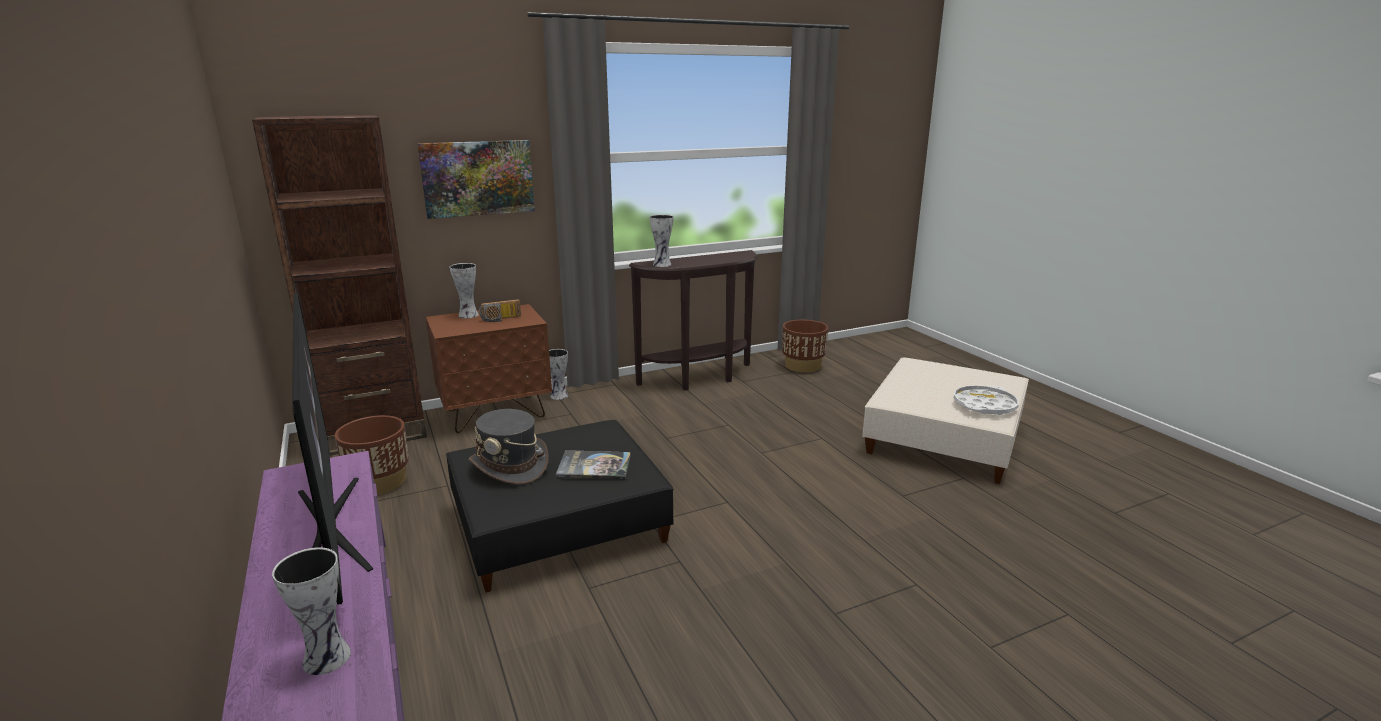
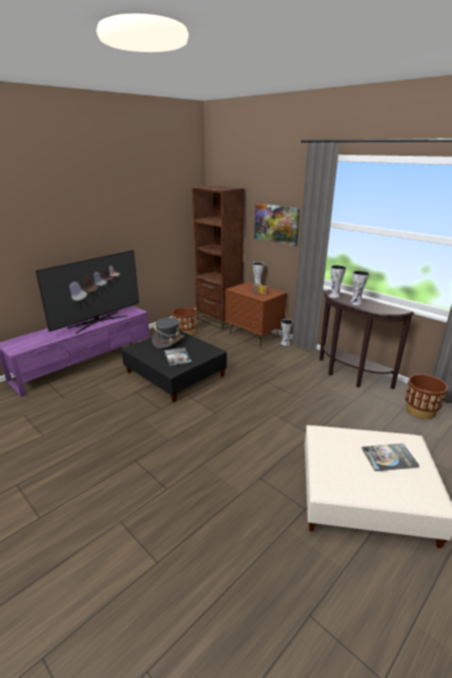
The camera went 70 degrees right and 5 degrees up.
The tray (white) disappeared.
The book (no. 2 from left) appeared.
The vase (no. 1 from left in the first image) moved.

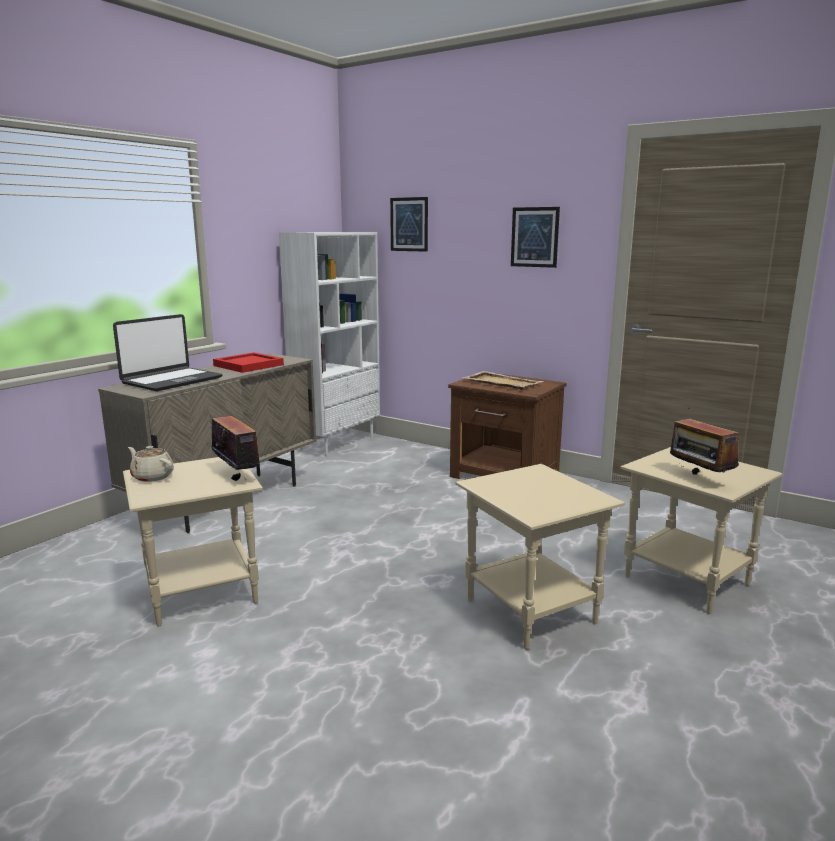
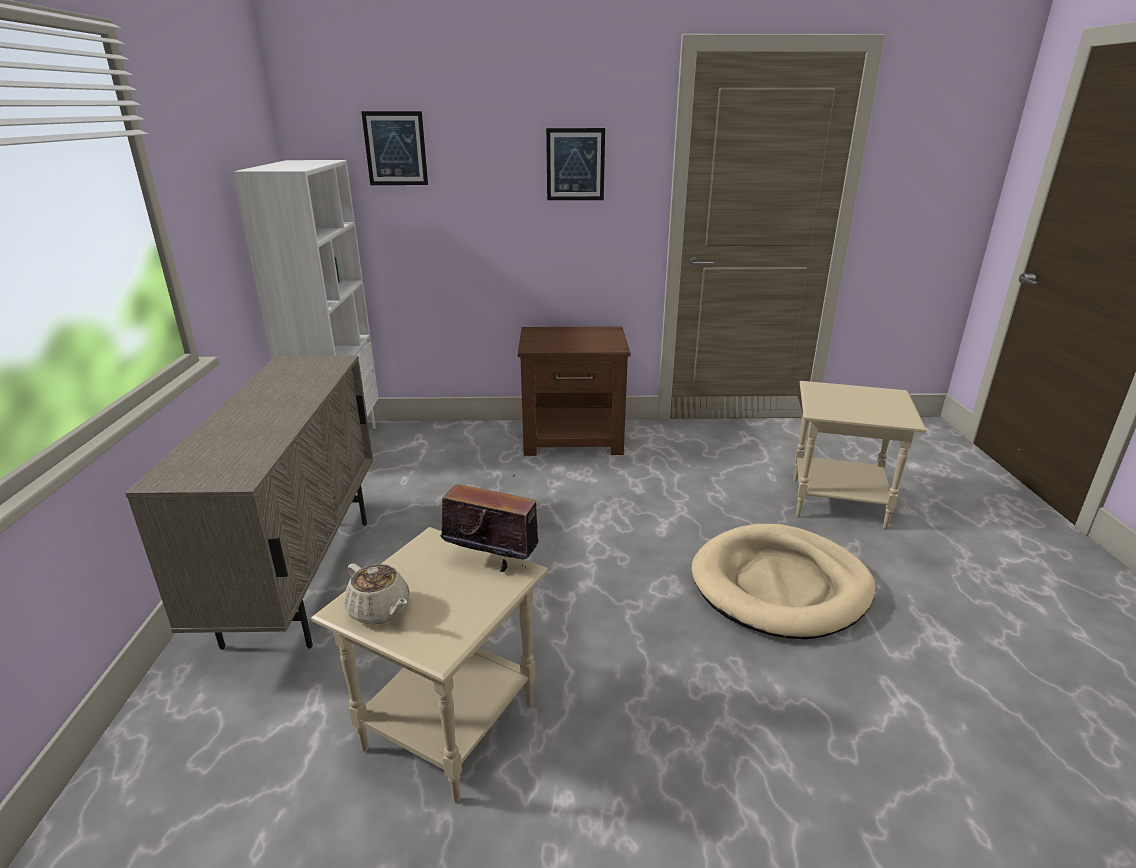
The camera went 35 degrees left and 10 degrees up.
The laptop disappeared.
The tray (red) disappeared.
The tray (beige) disappeared.
The radio (no. 2 from left) disappeared.
The side table (beige) (no. 2 from left) was replaced by the dog bed (beige).
The teapot (beige) turned 135 degrees counterclockwise.

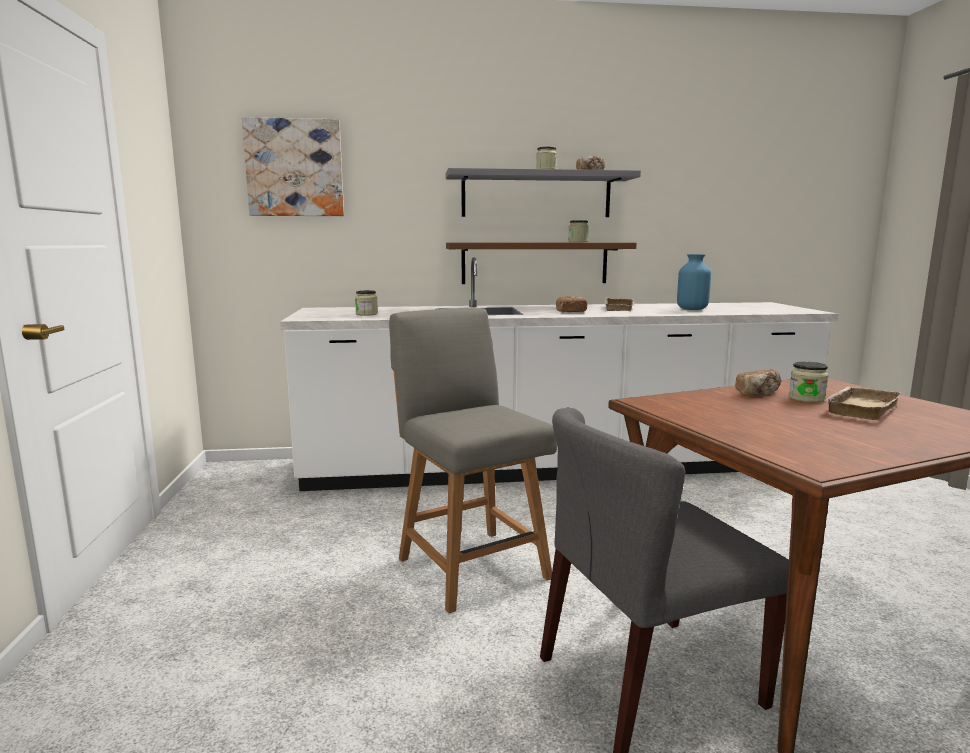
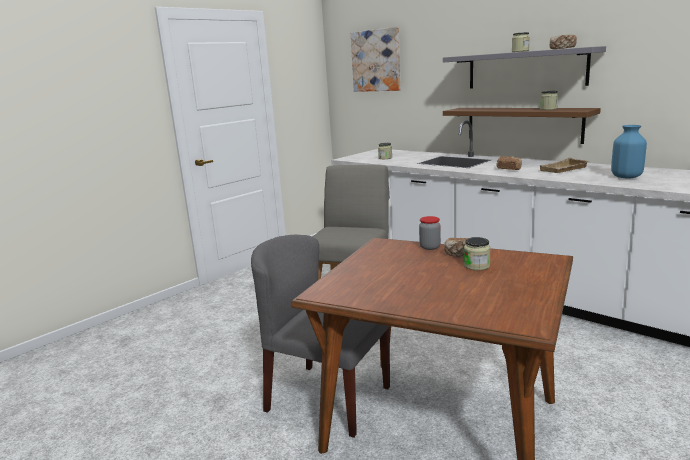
The camera went 50 degrees right and 5 degrees up.
The tray (beige) (no. 2 from left) disappeared.
The jar (no. 2 from left) appeared.

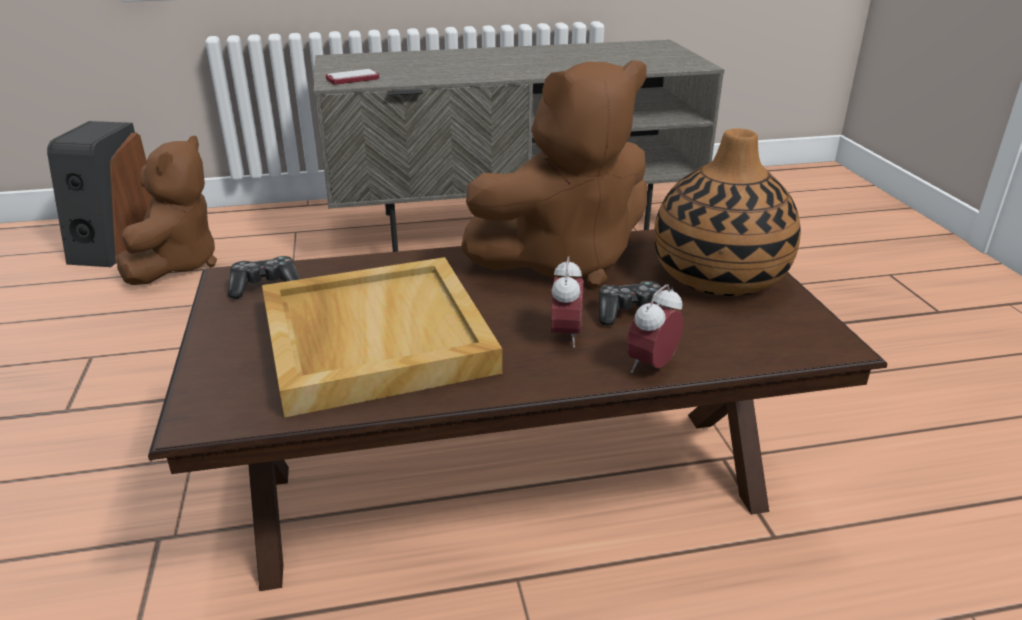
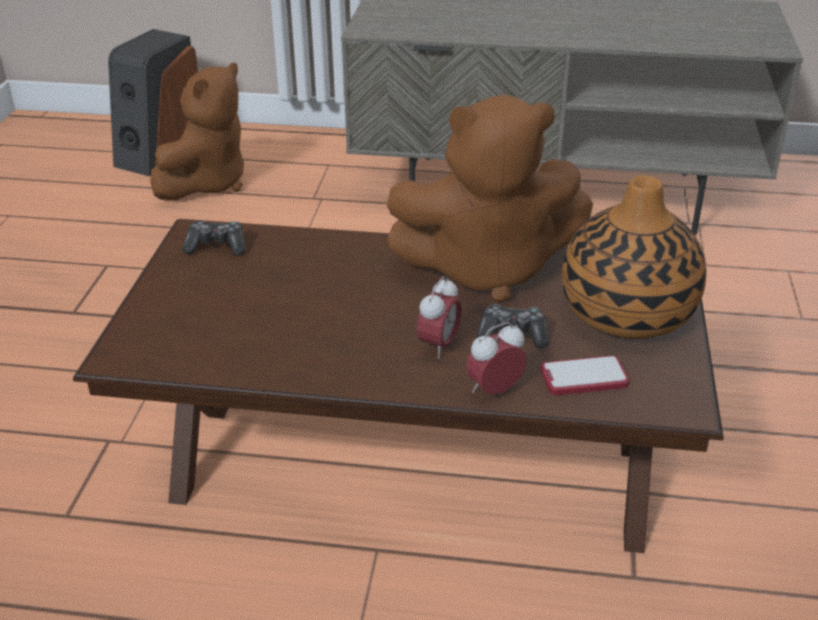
The camera went 20 degrees right and 5 degrees up.
The tray (beige) disappeared.
The phone moved.

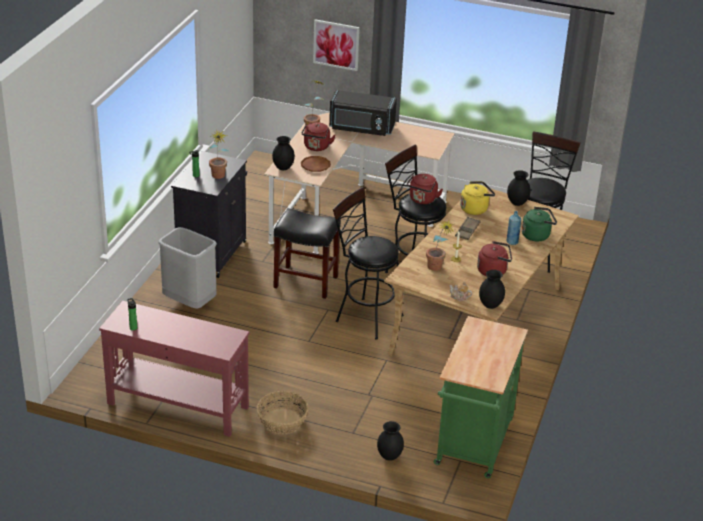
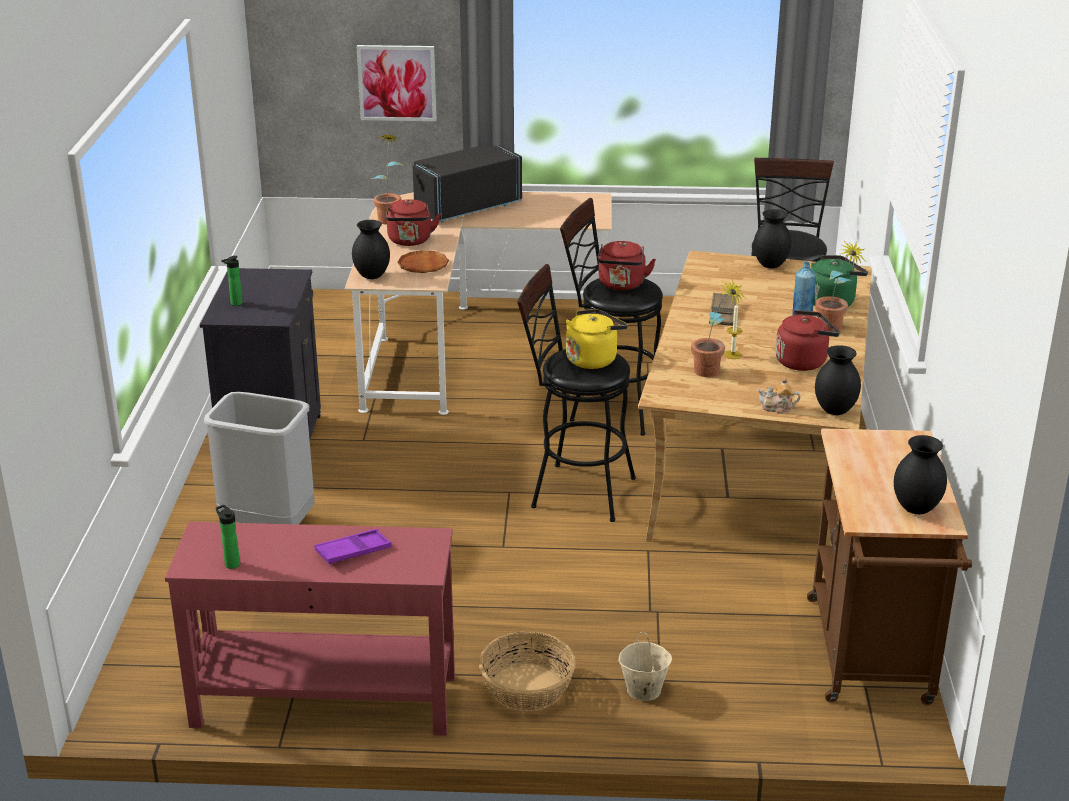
The camera went 15 degrees left and 5 degrees down.
The stool (black) (no. 1 from left) disappeared.
The tray (purple) appeared.
The bucket (beige) appeared.
The potted plant (no. 1 from left in the first image) moved.
The vase (black) (no. 2 from left in the first image) moved.
The kettle (yellow) moved.
The cart (green) became the cart (brown).
The microwave (black) turned 150 degrees clockwise.

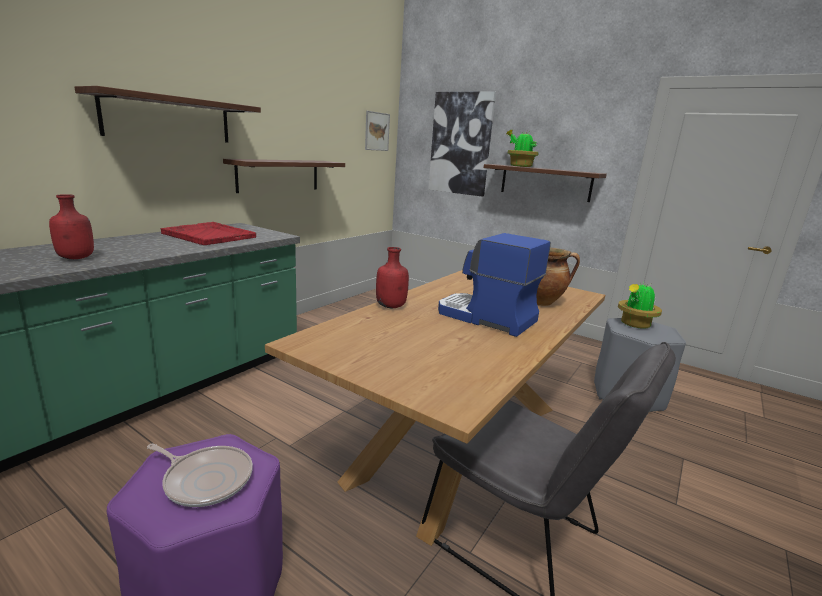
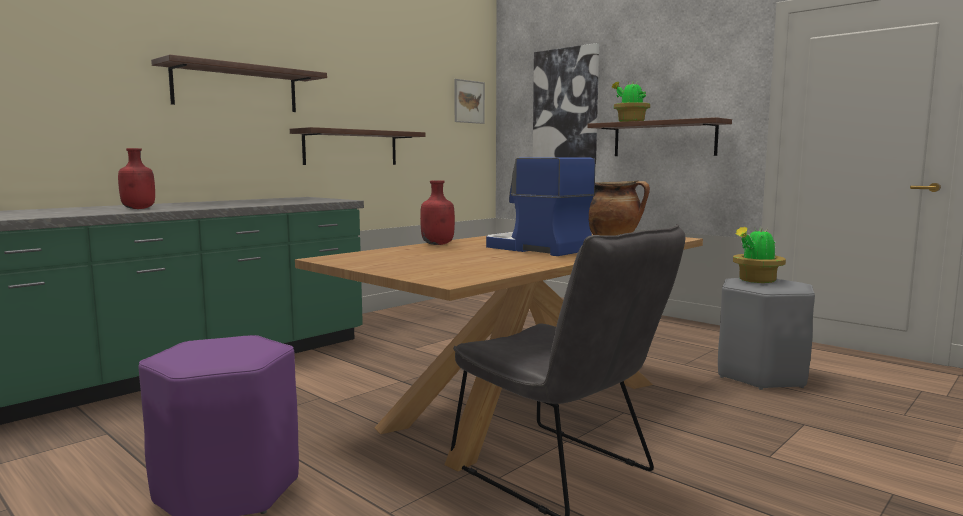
The camera went 10 degrees right and 10 degrees down.
The frying pan disappeared.
The tray (red) disappeared.

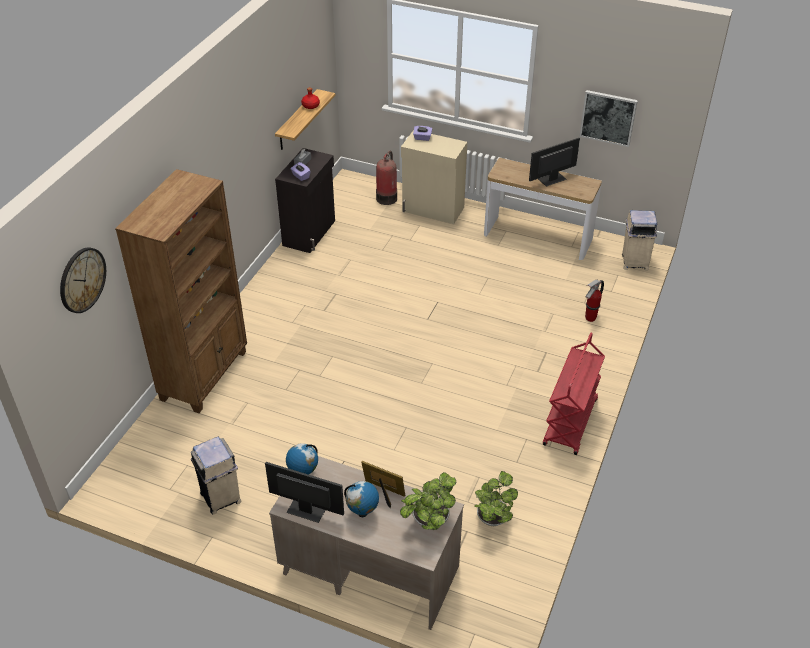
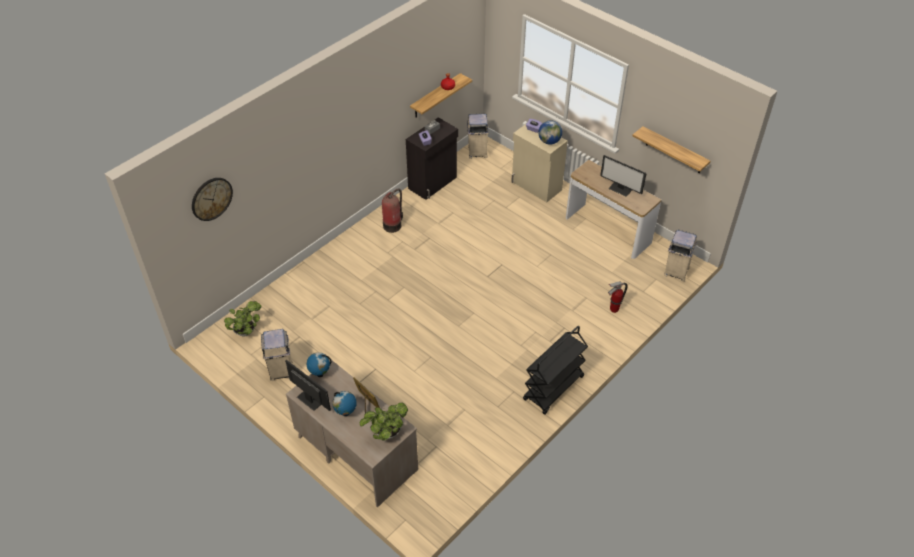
The camera went 20 degrees right and 5 degrees up.
The bookcase (brown) disappeared.
The trash can (beige) (no. 2 from left) appeared.
The globe (no. 3 from left) appeared.
The fire extinguisher (no. 1 from left) moved.
The potted plant (no. 2 from left in the first image) moved.
The picture was replaced by the shelf (no. 2 from left).
The cart (red) became the cart (black).
The monitor (no. 2 from left) turned 135 degrees counterclockwise.

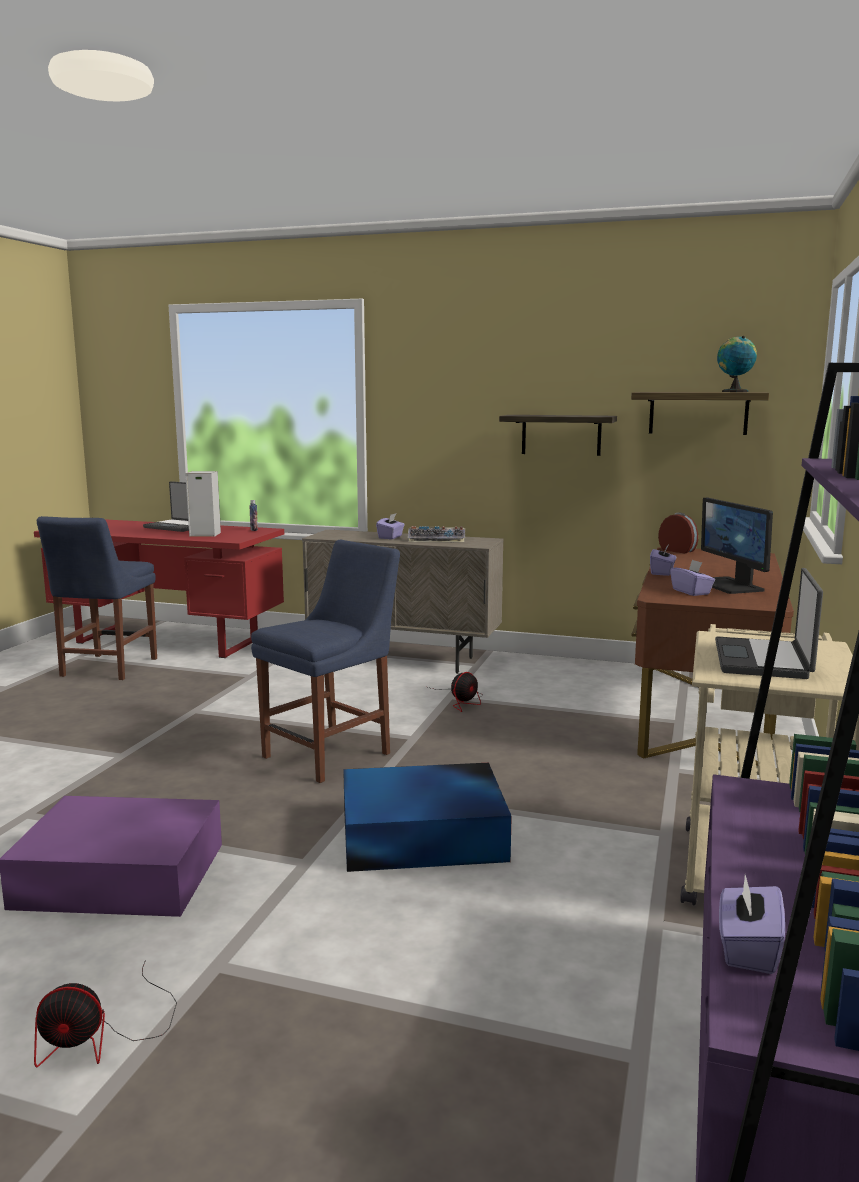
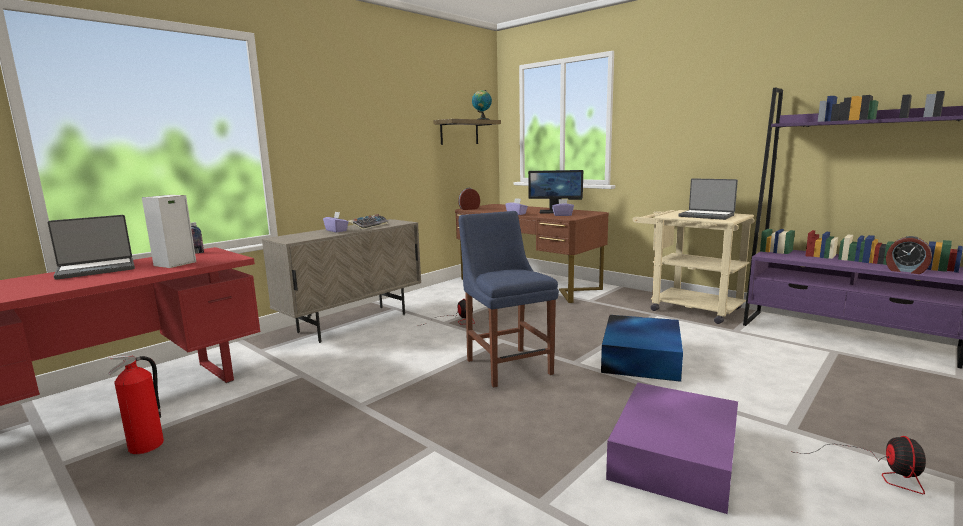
The camera went 65 degrees left and 0 degrees up.
The shelf (no. 1 from left) disappeared.
The chair (blue) (no. 1 from left) was replaced by the fire extinguisher.
The tissue box (purple) (no. 4 from left) was replaced by the alarm clock (no. 2 from left).

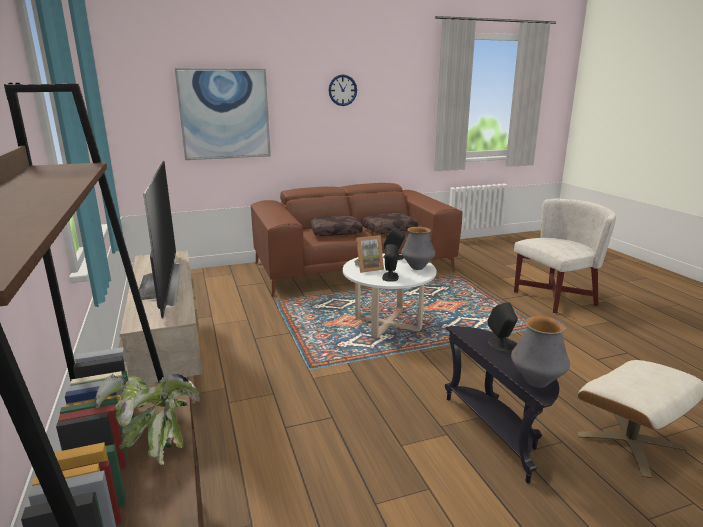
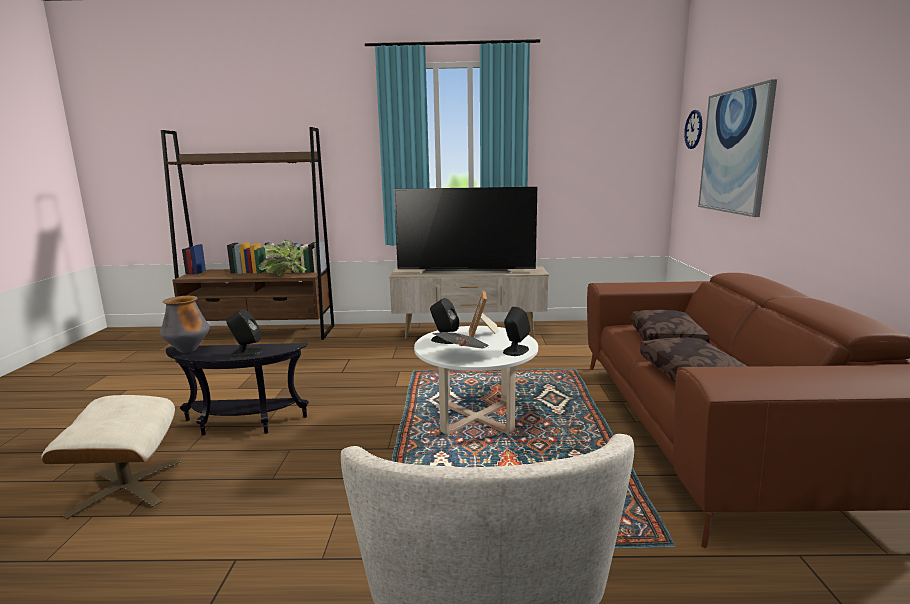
The camera went 110 degrees right and 5 degrees down.
The wall clock moved.
The vase (no. 1 from left) was replaced by the newspaper.

